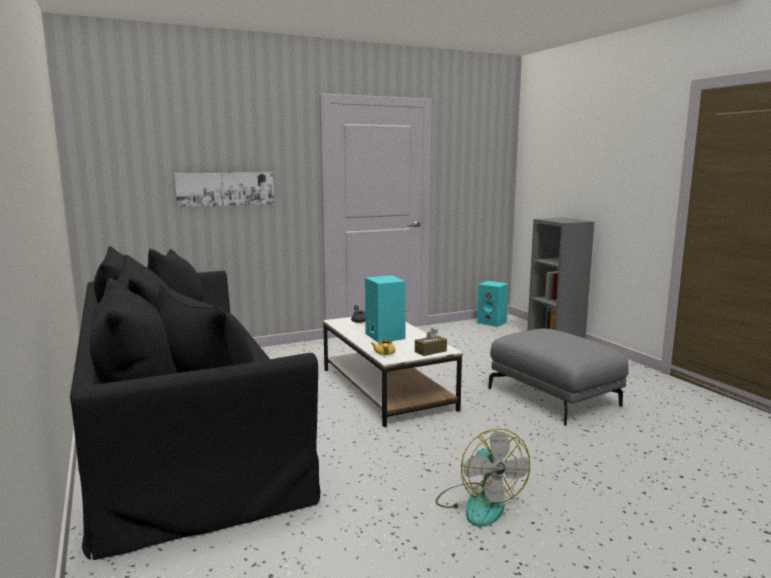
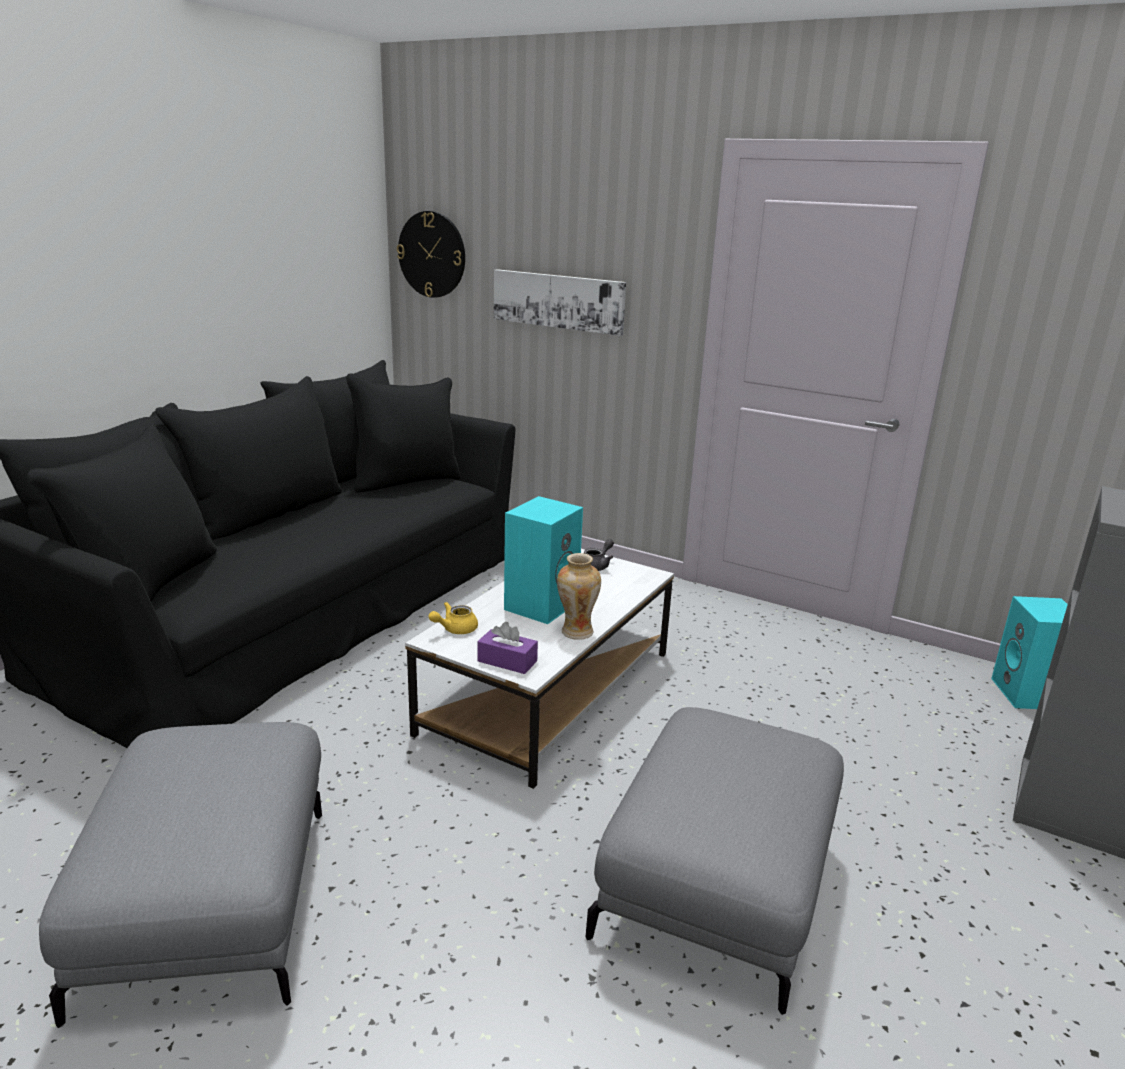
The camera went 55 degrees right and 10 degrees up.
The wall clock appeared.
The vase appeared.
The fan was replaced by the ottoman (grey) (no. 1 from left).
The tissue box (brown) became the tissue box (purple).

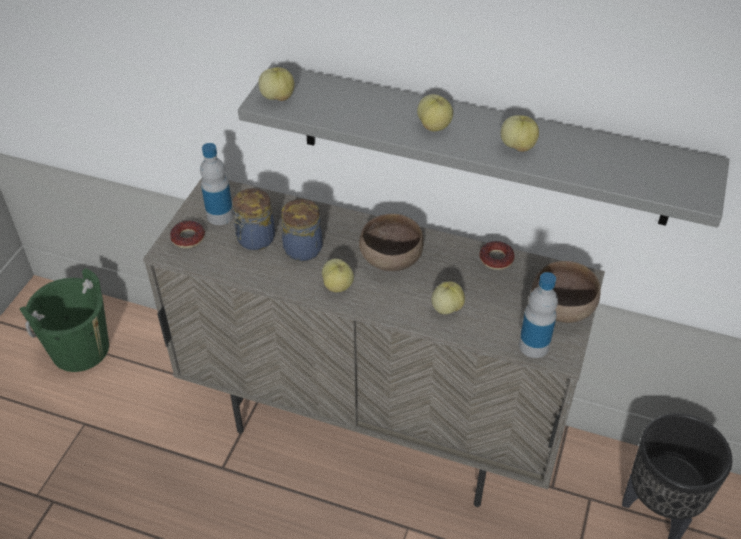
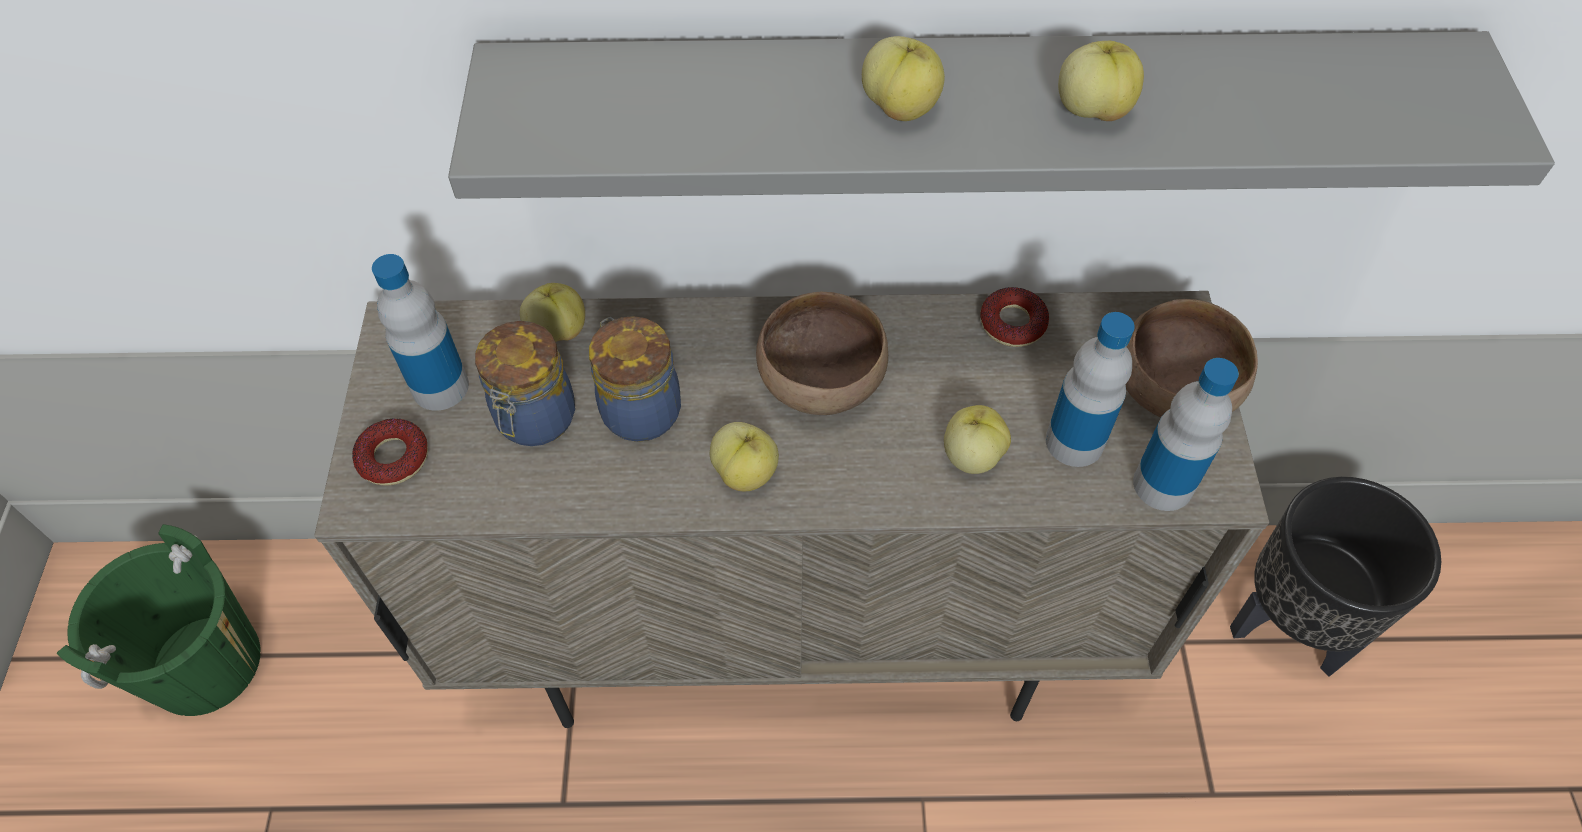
The camera went 20 degrees left and 10 degrees up.
The bottle (no. 2 from left) appeared.
The apple (no. 1 from left) moved.

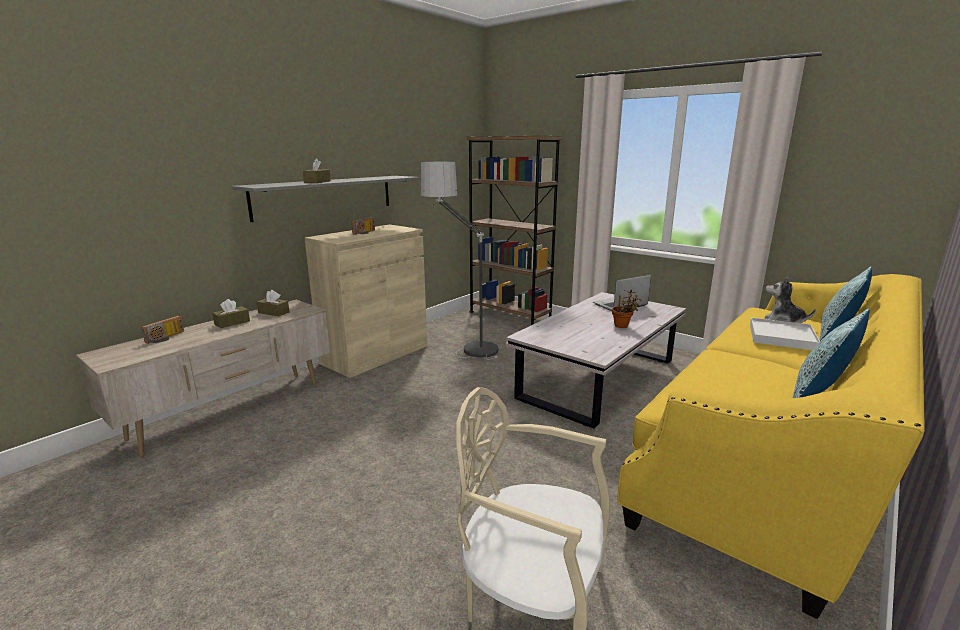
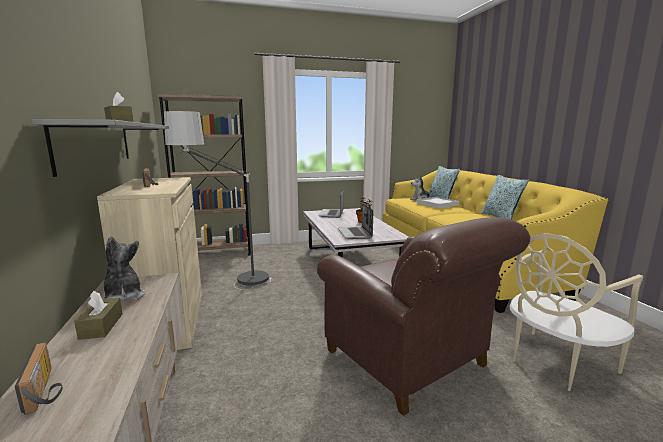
The camera went 55 degrees left and 5 degrees down.
The armchair (brown) appeared.
The laptop (no. 2 from left) appeared.
The tissue box (brown) (no. 2 from left) was replaced by the plush toy (no. 1 from left).

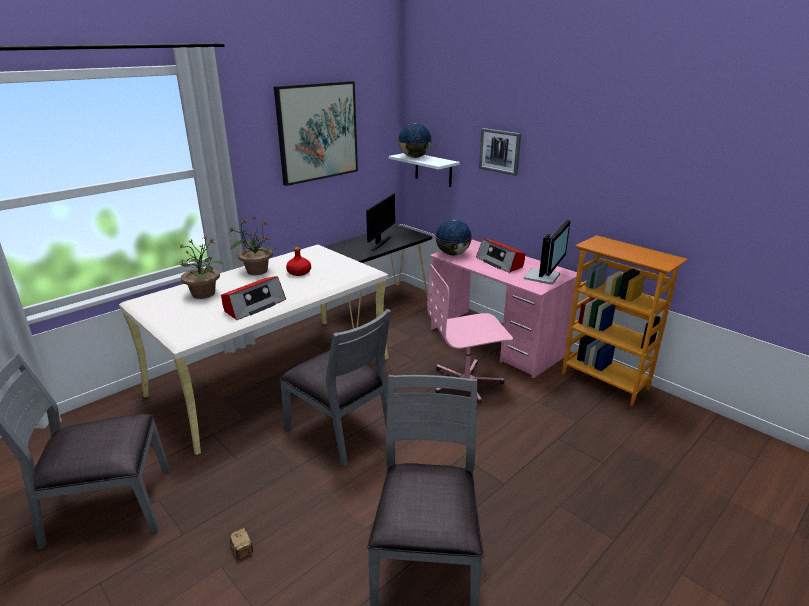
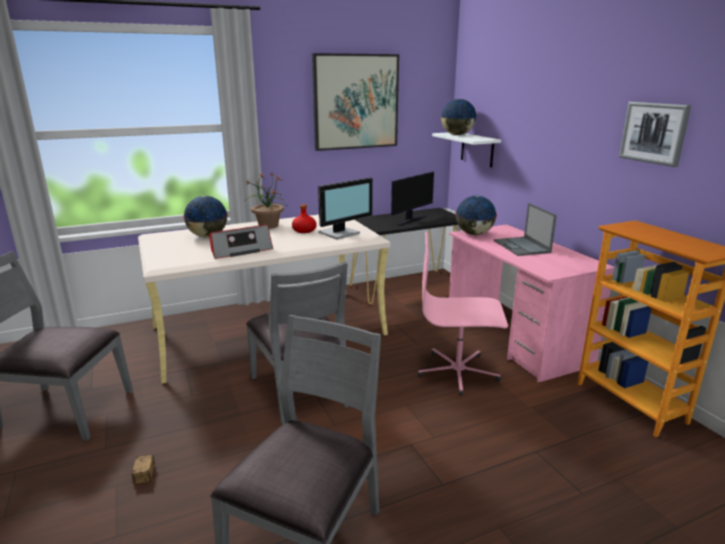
The camera went 20 degrees right and 5 degrees down.
The picture (no. 2 from left) moved.
The monitor (no. 2 from left in the first image) moved.
The potted plant (no. 1 from left) was replaced by the globe (no. 1 from left).
The radio (no. 2 from left) was replaced by the laptop.

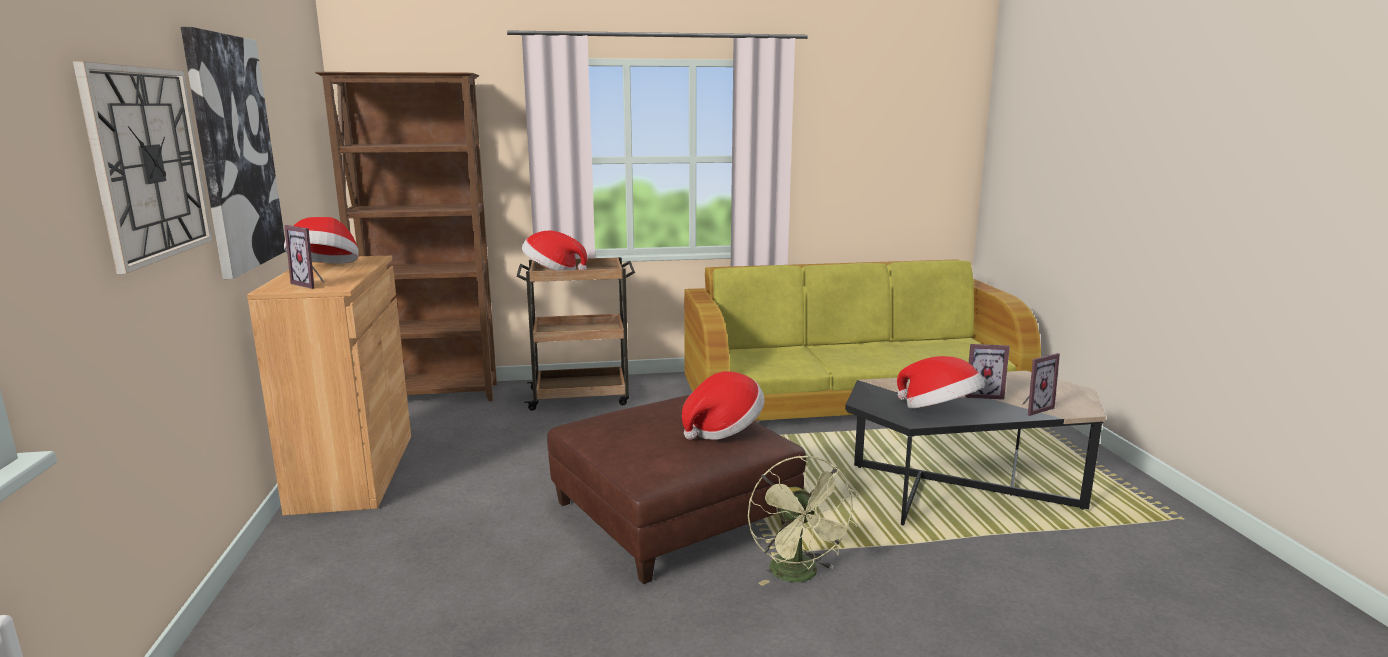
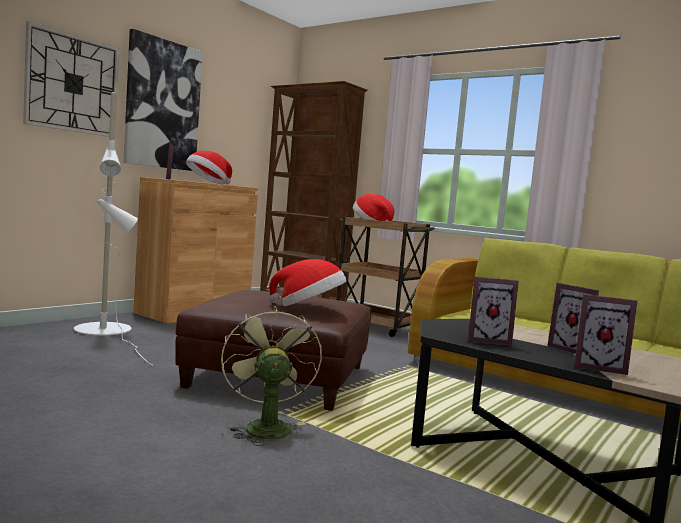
The camera went 45 degrees right and 10 degrees down.
The floor lamp (white) appeared.
The hat (no. 4 from left) was replaced by the picture frame (no. 2 from left).
The fan (green) turned 135 degrees clockwise.

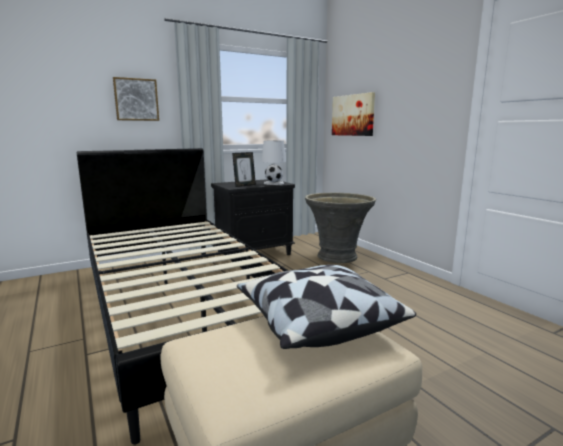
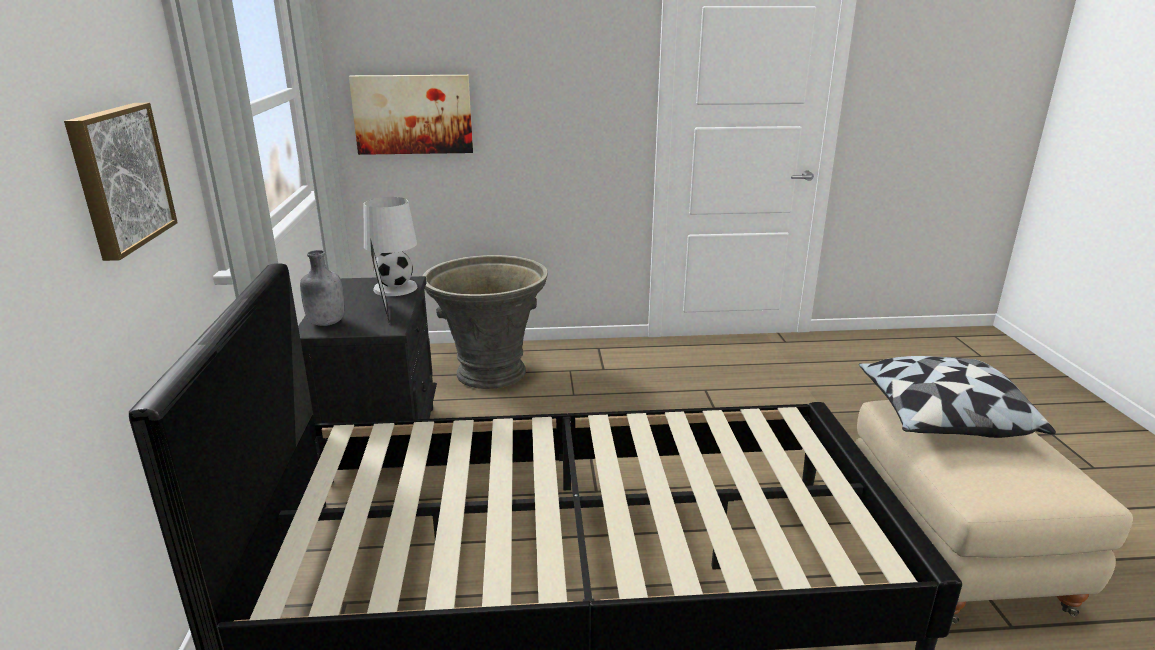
The camera went 65 degrees left and 10 degrees up.
The bottle (grey) appeared.

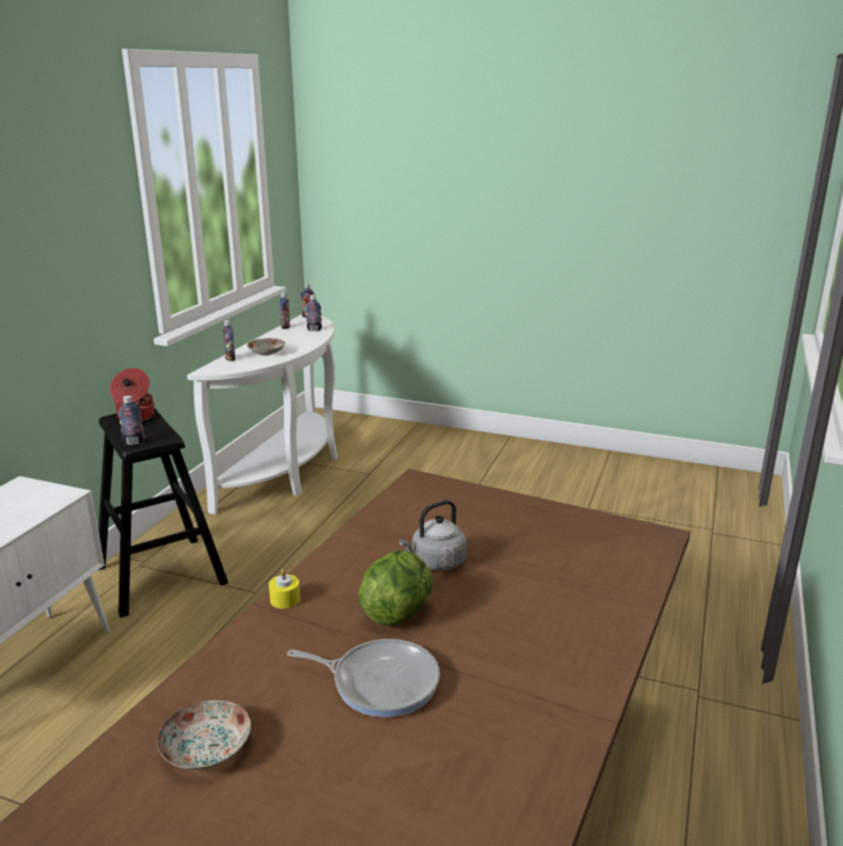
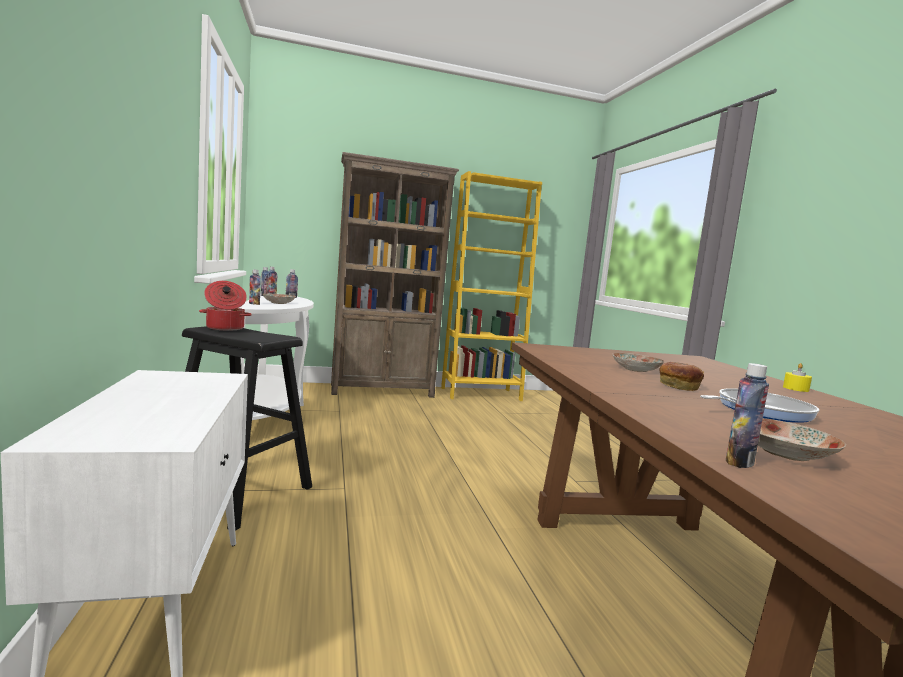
The camera went 35 degrees left and 15 degrees down.
The bookcase (brown) appeared.
The bookcase (yellow) appeared.
The bottle (no. 1 from left in the first image) moved.
The candle (yellow) moved.
The lettuce was replaced by the bread.
The kettle (grey) was replaced by the plate (no. 2 from left).

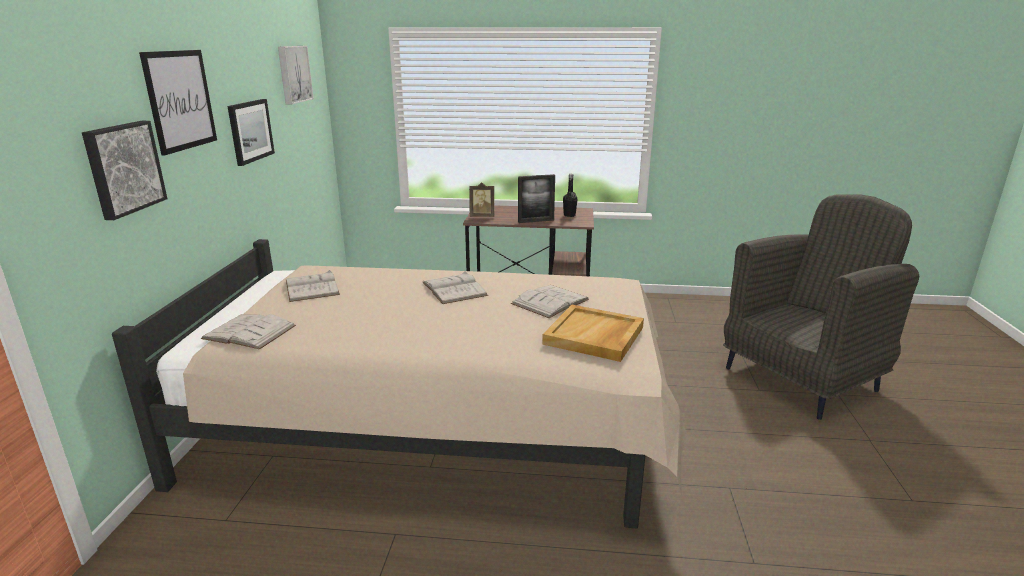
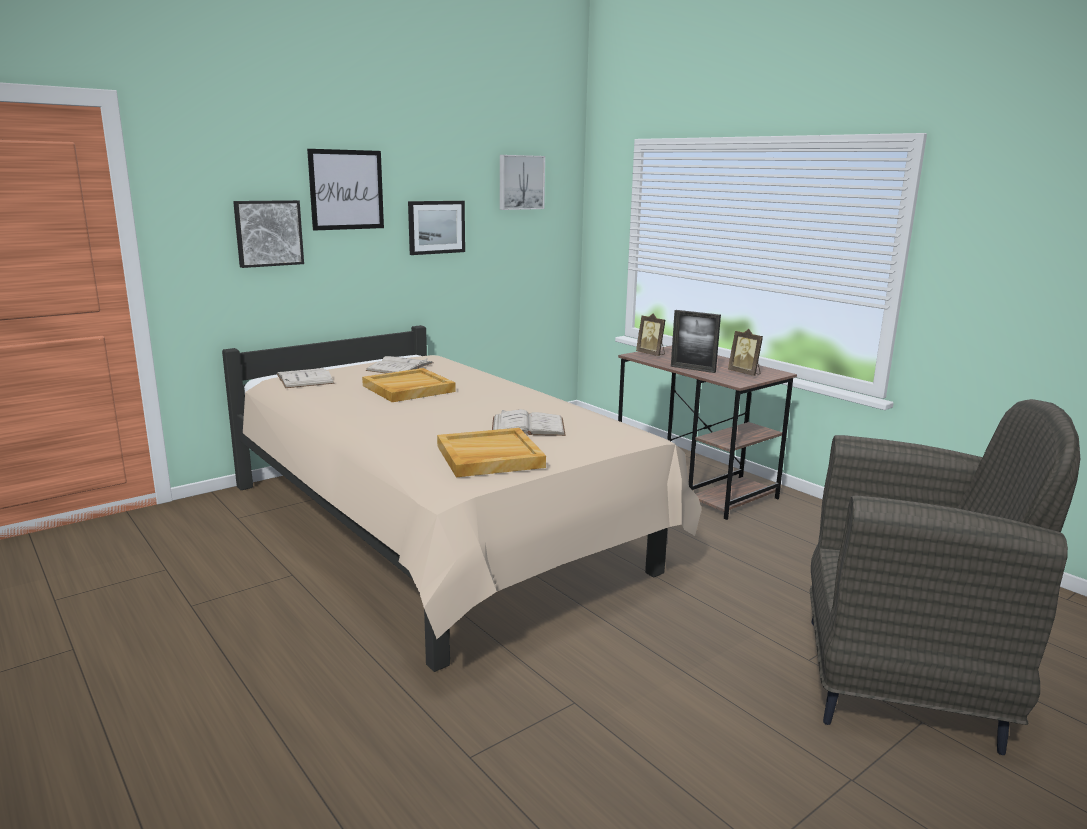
The camera went 45 degrees right and 5 degrees down.
The book (white) (no. 3 from left) disappeared.
The tray (beige) (no. 1 from left) appeared.
The bottle (black) was replaced by the picture frame (no. 3 from left).

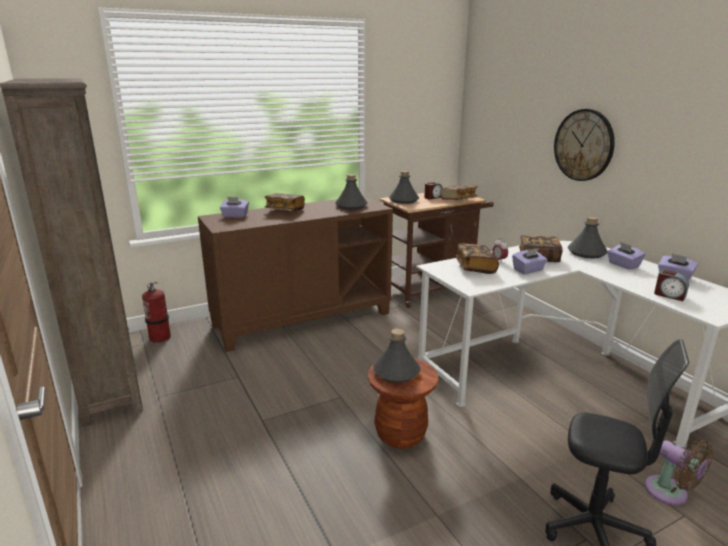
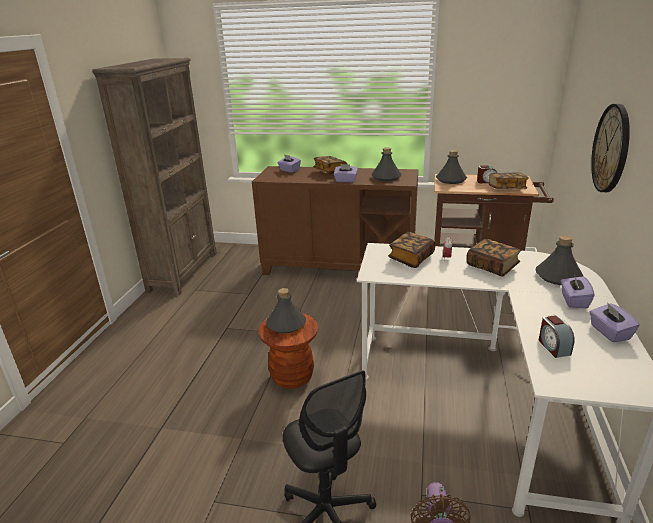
The camera went 40 degrees right and 5 degrees up.
The fire extinguisher disappeared.
The tissue box (purple) (no. 2 from left) moved.

